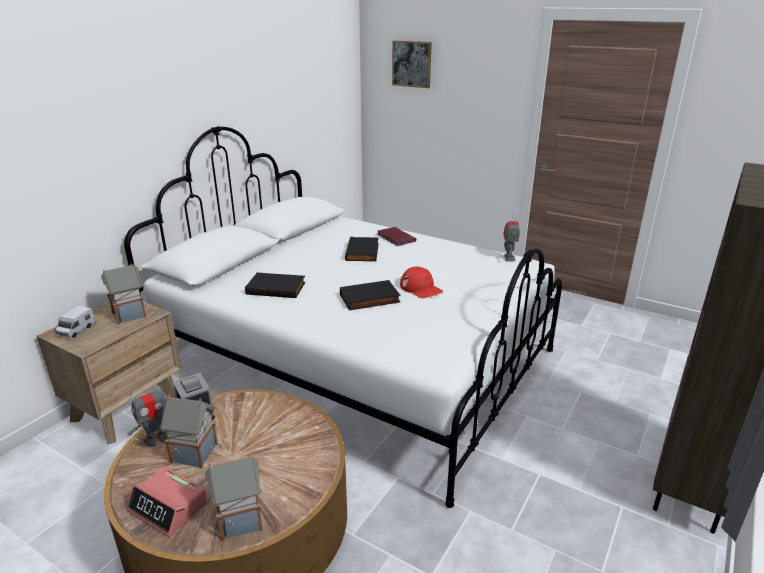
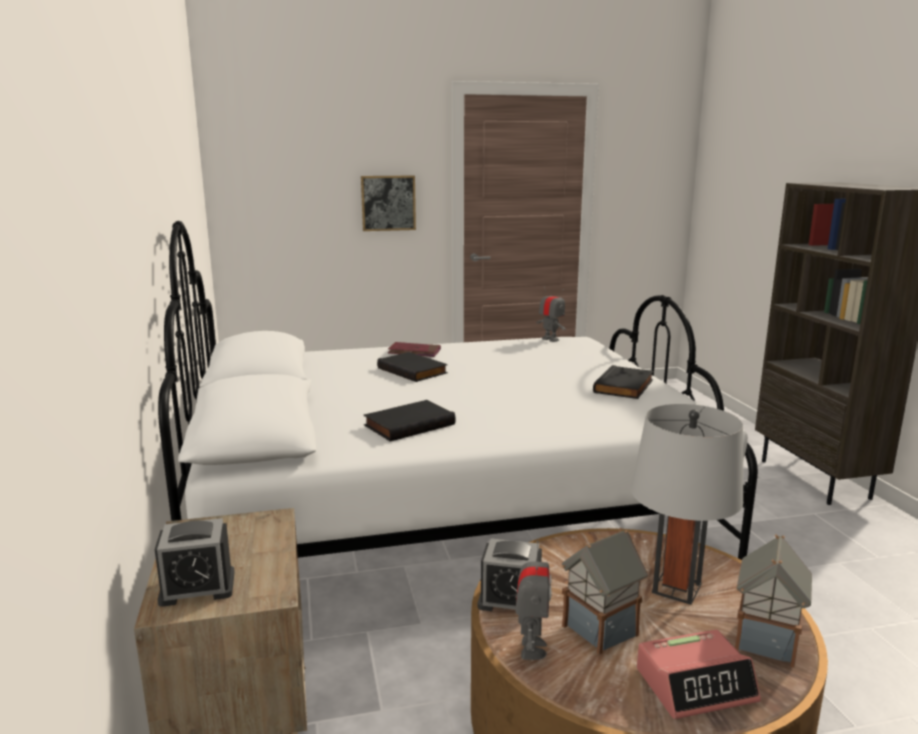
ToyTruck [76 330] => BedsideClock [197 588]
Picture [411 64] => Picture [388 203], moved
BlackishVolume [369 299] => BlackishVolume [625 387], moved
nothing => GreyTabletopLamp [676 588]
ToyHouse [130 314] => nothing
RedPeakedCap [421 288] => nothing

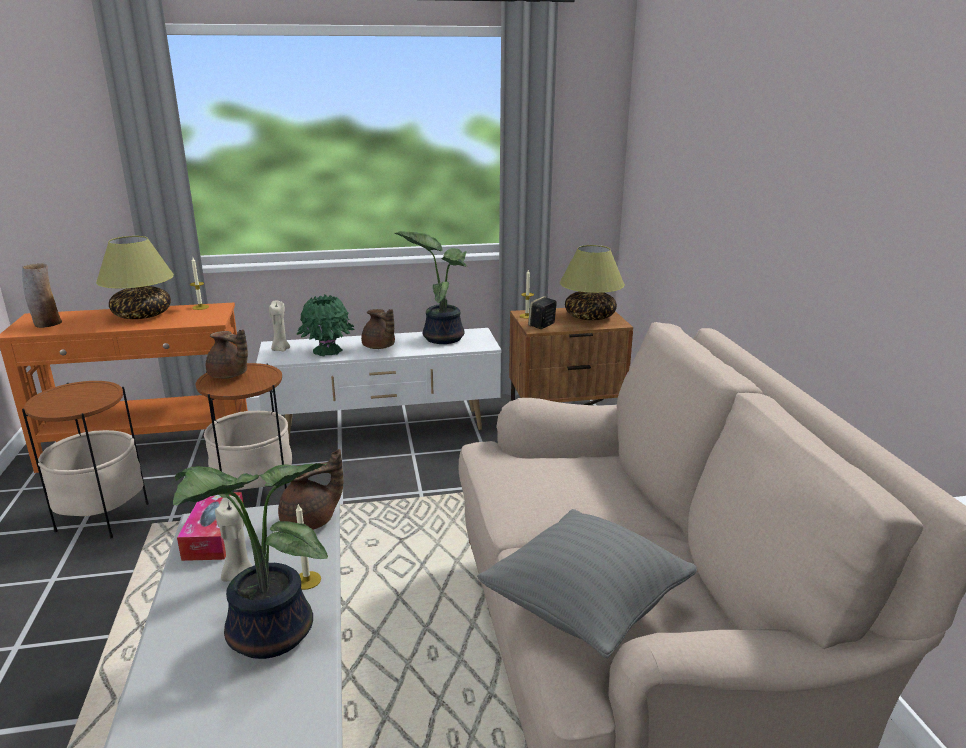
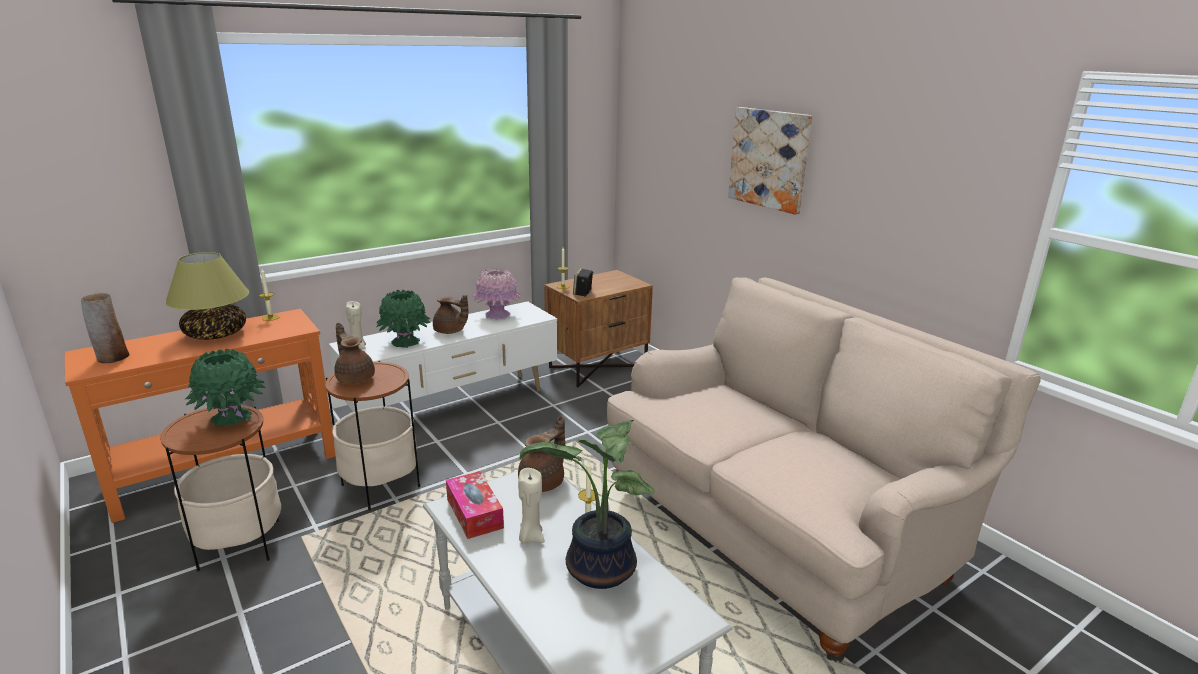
nothing => GreenColouredDecorativeVase [232 418]
BrownTeaPot [229 375] => BrownTeaPot [355 377], 135 degrees counterclockwise
Houseplant [442 337] => PinkColouredDecorativeVase [497 315]
nothing => Picture [769 159]
GreyPillow [585 609] => nothing
TabletopLamp [590 316] => nothing

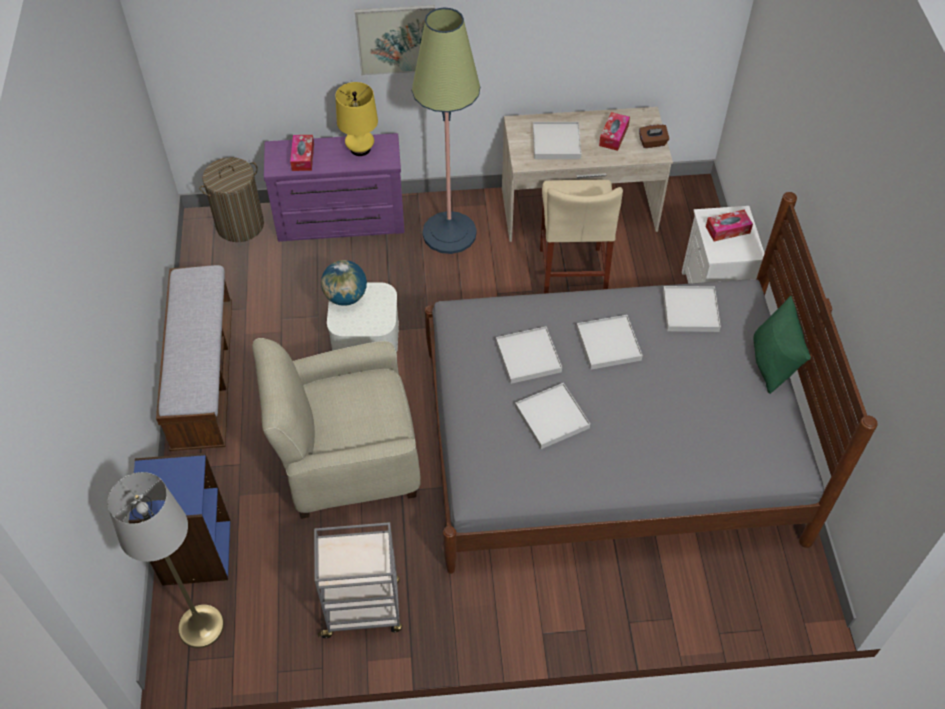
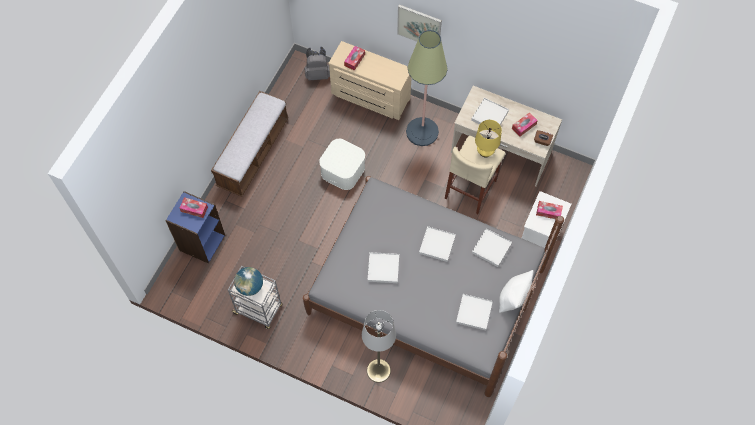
nothing => TissueHolder [194 209]
Globe [346 297] => Globe [250 286], moved
WashingBasket [240 225] => GreyKnapsack [317 74]
PurpleColouredChestOfDrawers [341 222] => BeigeChestOfDrawers [370 97]
GreyStandingLamp [201 626] => GreyStandingLamp [378 370], moved
WhiteServingTray [528 357] => WhiteServingTray [474 312], moved
YellowTabletopLamp [360 149] => YellowTabletopLamp [485 152], moved
GreenColouredPillow [772 364] => WhitePillow [513 298]
BeigeArmchair [347 457] => nothing

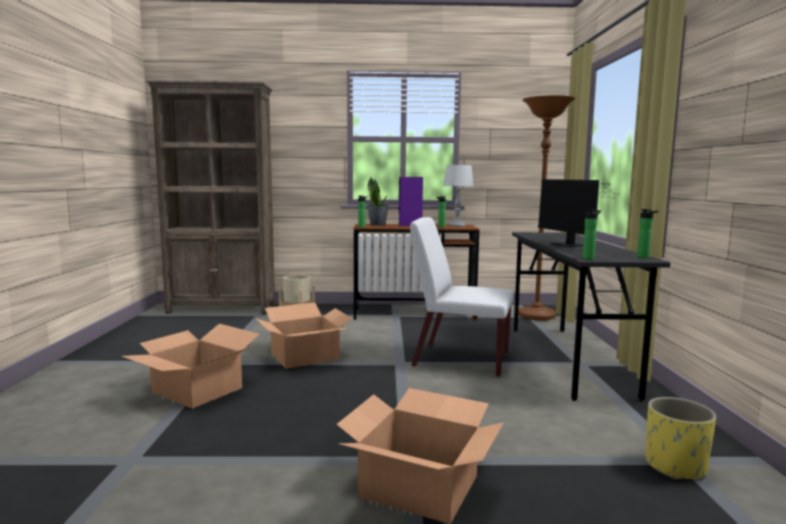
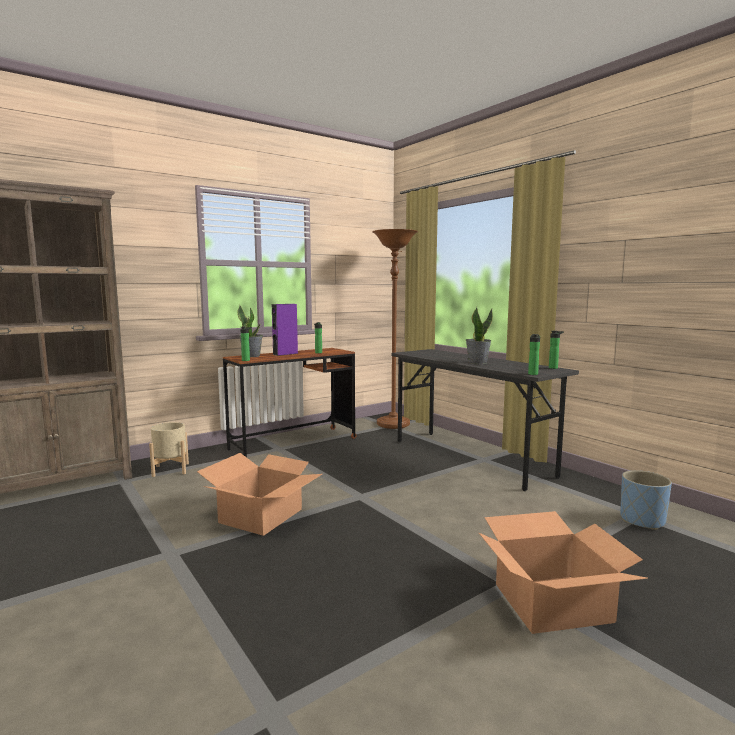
Monitor [569 245] => Houseplant [477 362]
YellowPlanter [675 466] => BluishPlanter [642 520]
PackingBox [196 390] => nothing
WhiteChair [459 359] => nothing
GreyTabletopLamp [457 226] => nothing

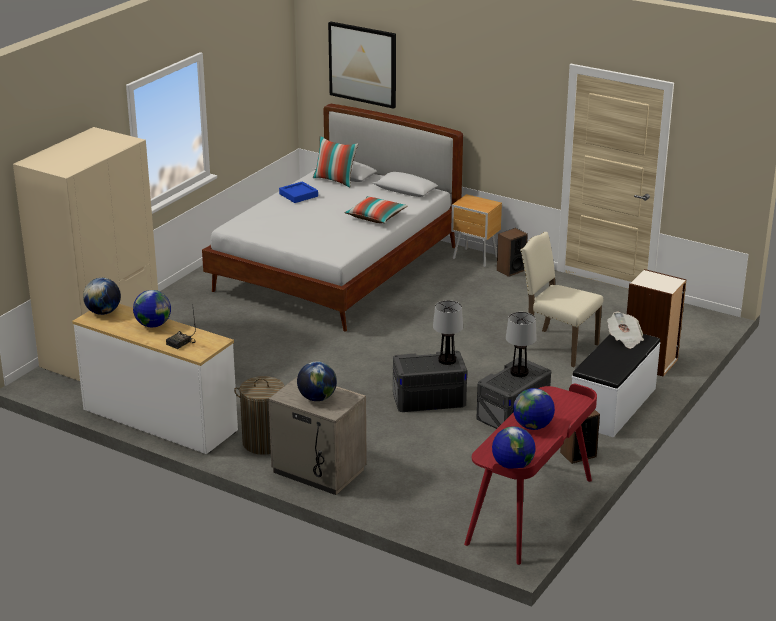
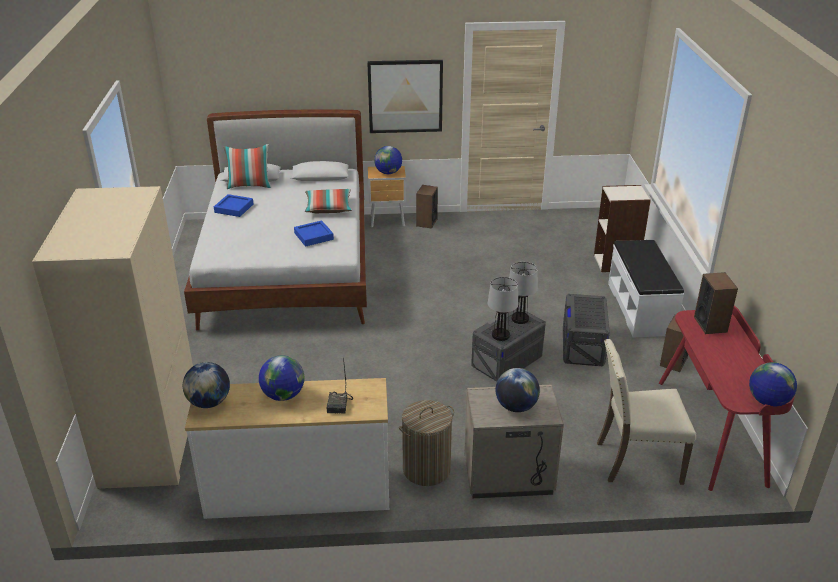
nothing => BluishServingTray [314 236]
Picture [363 64] => Picture [405 96], moved
Globe [532 426] => Globe [388 173], moved
TabletopLamp [519 372] => TabletopLamp [500 335], moved
BeigeChair [557 346] => BeigeChair [636 461], moved
nothing => AudioSpeaker [710 324]
PrintedPaper [624 339] => nothing

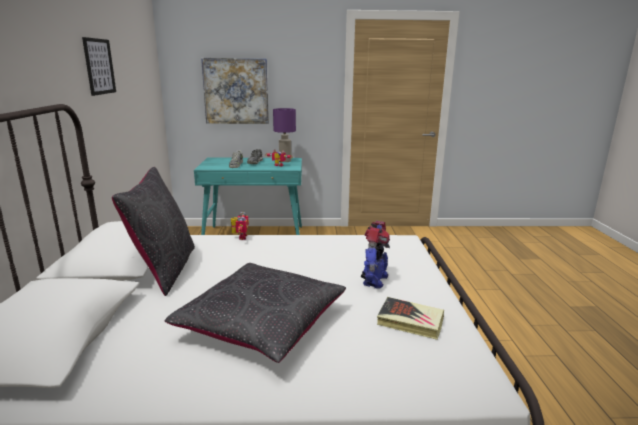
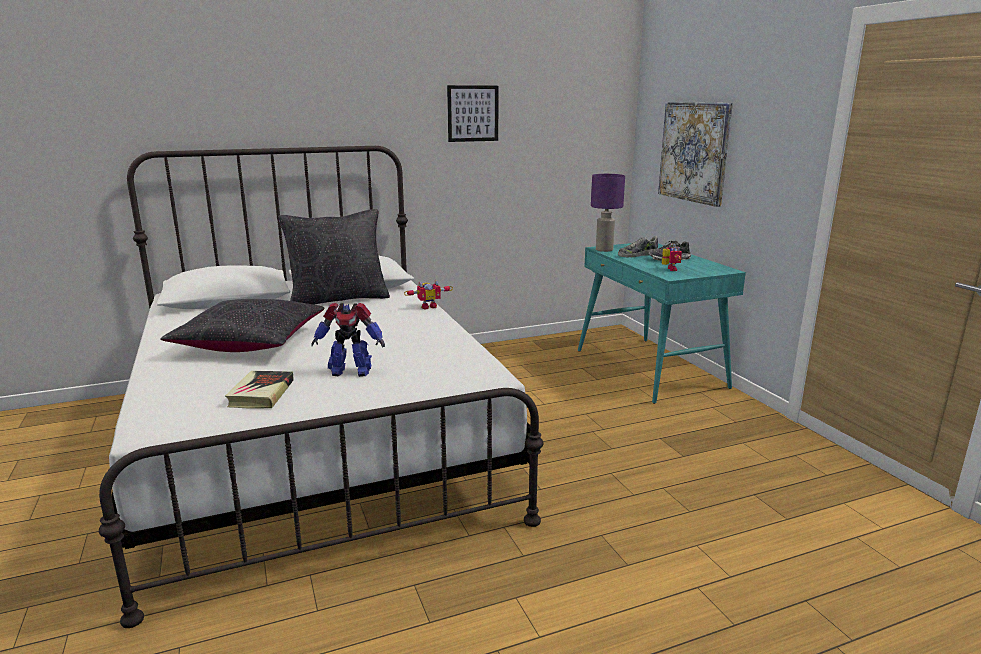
PurpleColouredTabletopLamp [284 161] => PurpleColouredTabletopLamp [604 250], moved

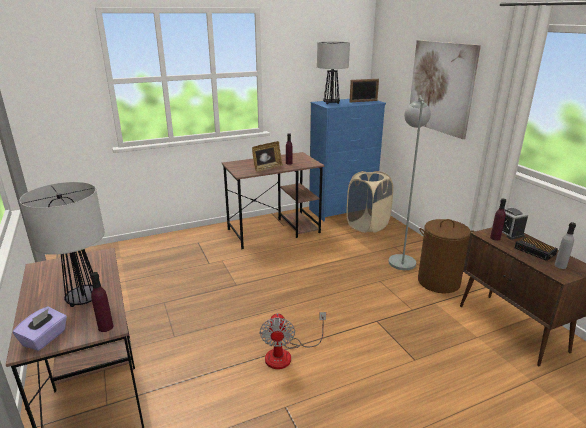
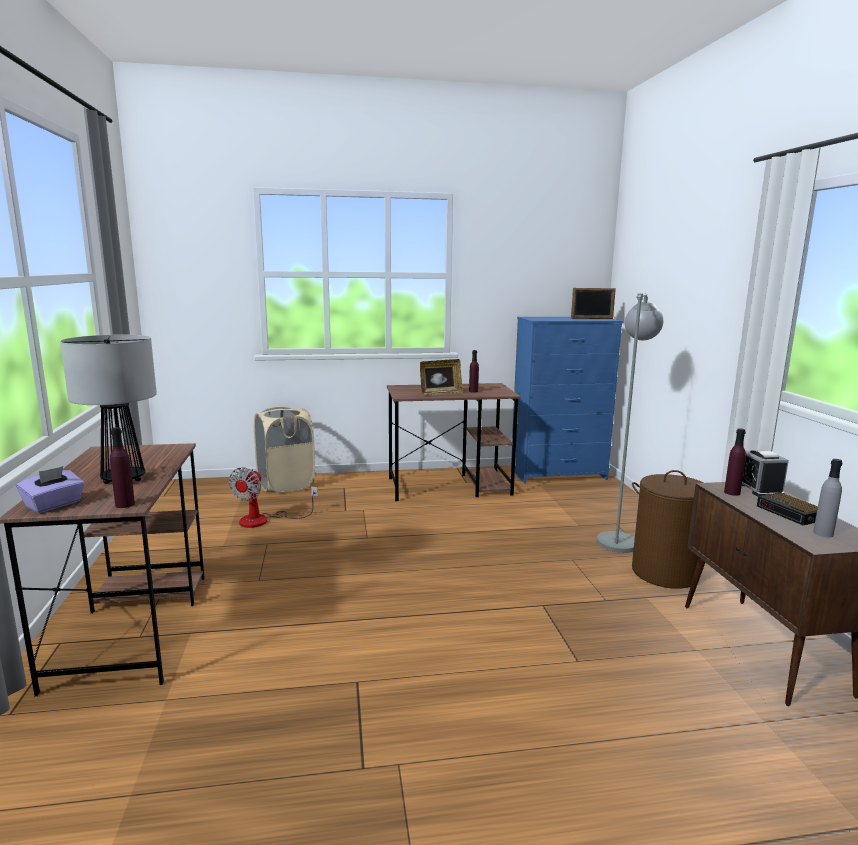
ElectricFan [286 354] => ElectricFan [264 520], moved
BeigeWashingBasket [367 225] => BeigeWashingBasket [286 485], moved
TabletopLamp [331 103] => nothing
Picture [441 87] => nothing

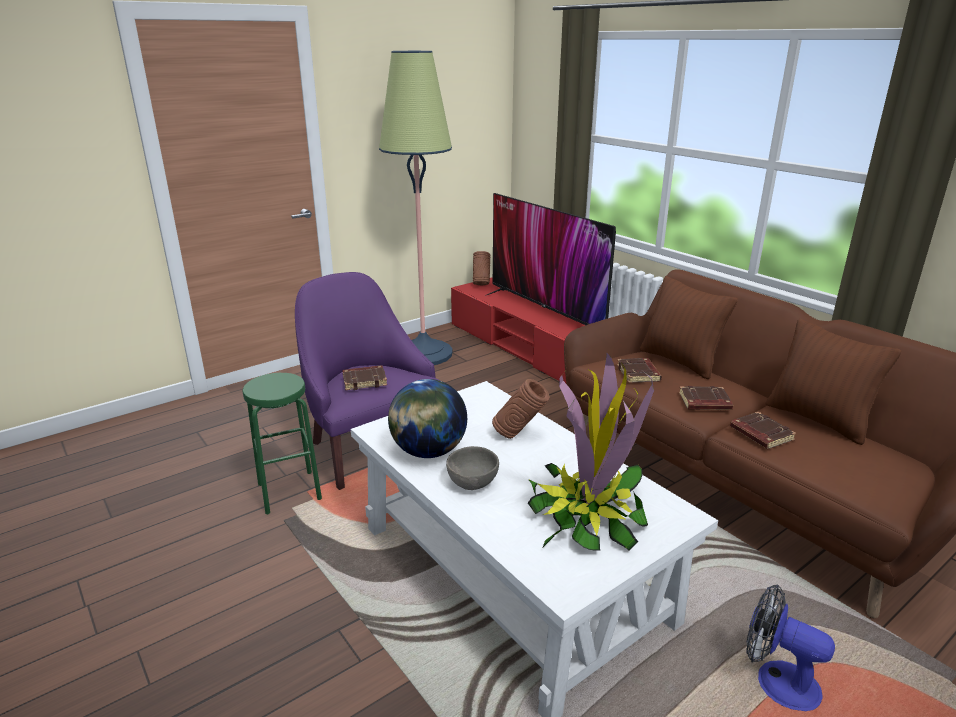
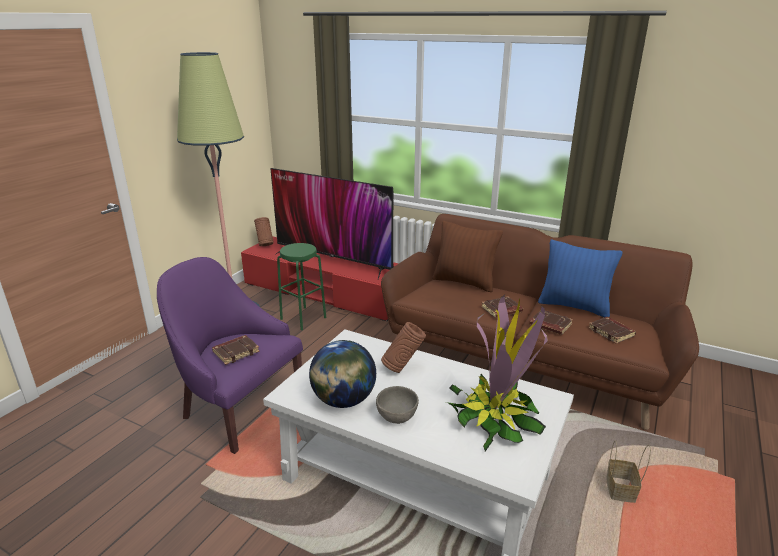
GreenColouredSittingStool [289 492] => GreenColouredSittingStool [303 318], moved
BrownPillow [818 420] => BluishPillow [574 306]
BrownVolume [639 374] => BrownVolume [612 332], moved
ElectricFan [776 680] => Basket [621 491]

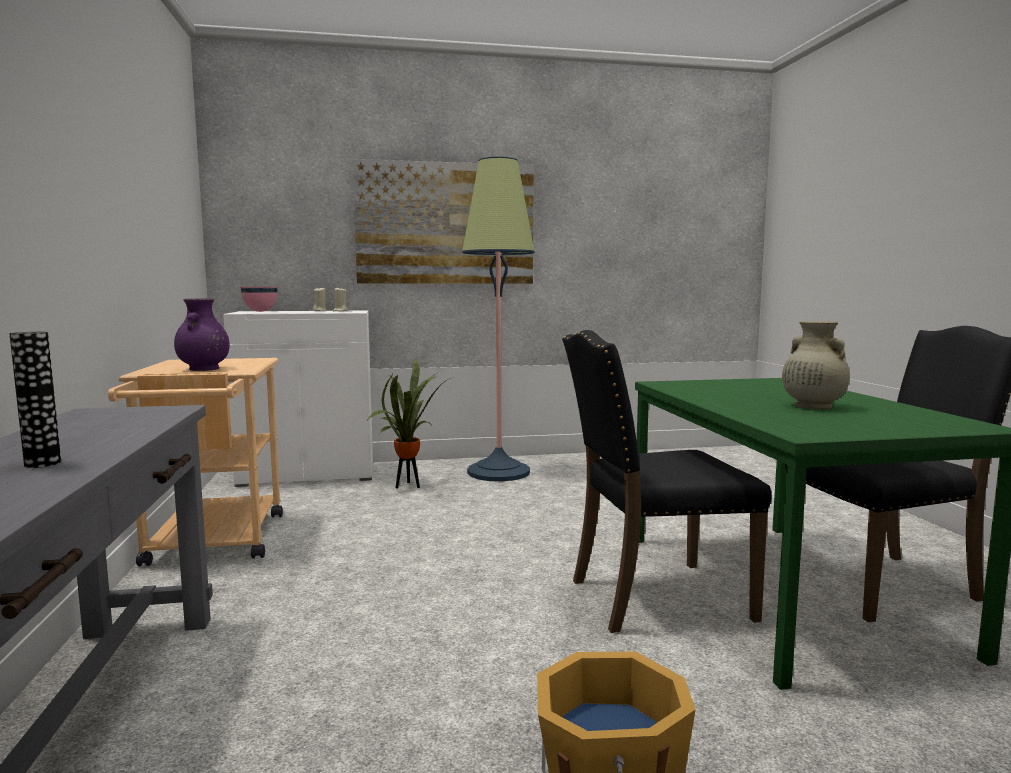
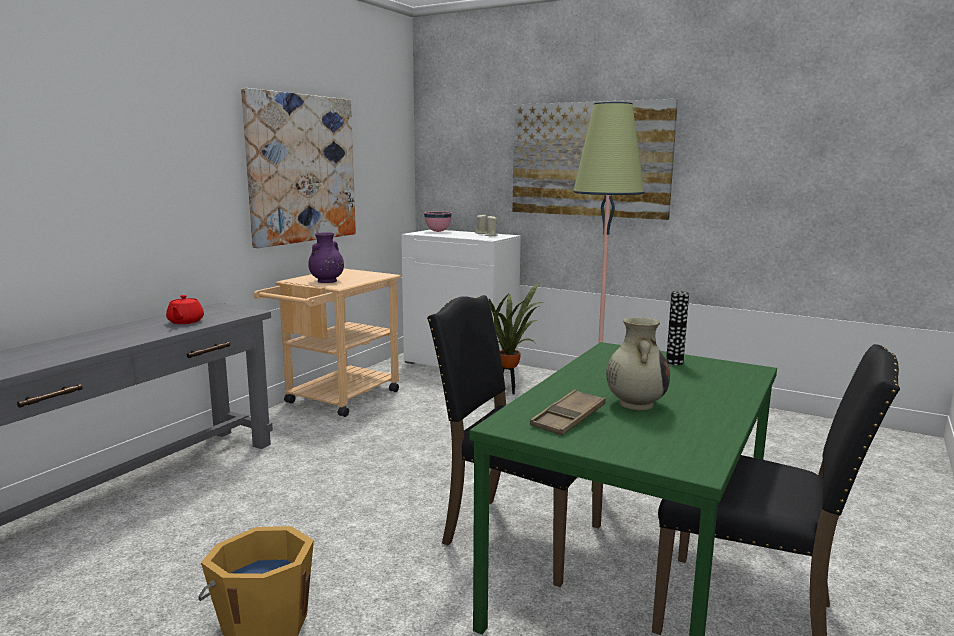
nothing => RedTeaPot [185 322]
nothing => Picture [302 169]
nothing => BrownServingTray [568 418]
DecorativeVase [42 463] => DecorativeVase [674 362], moved

